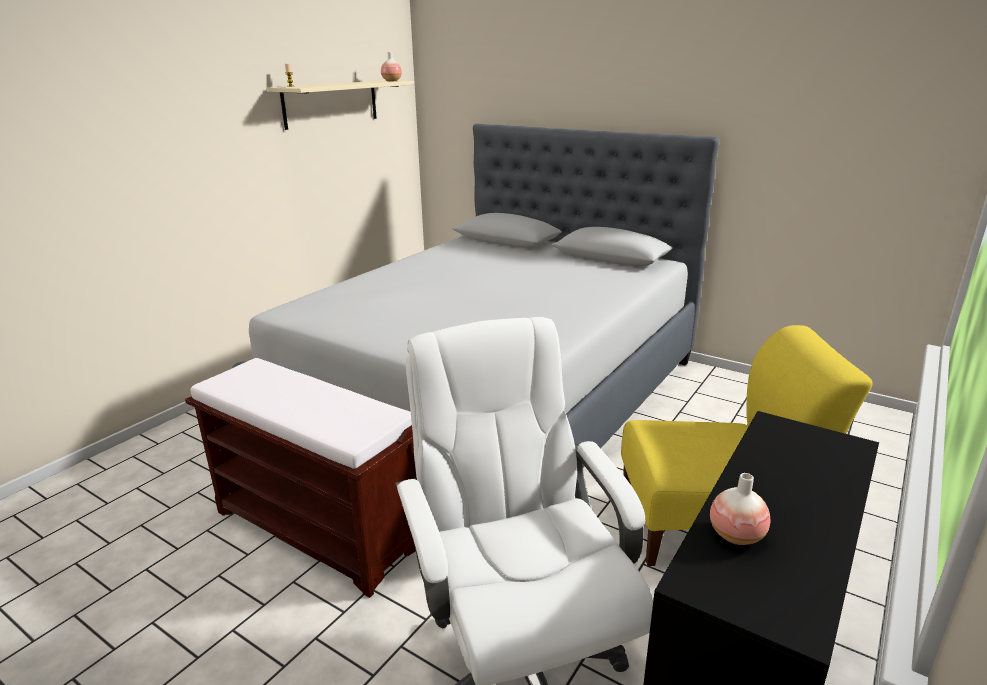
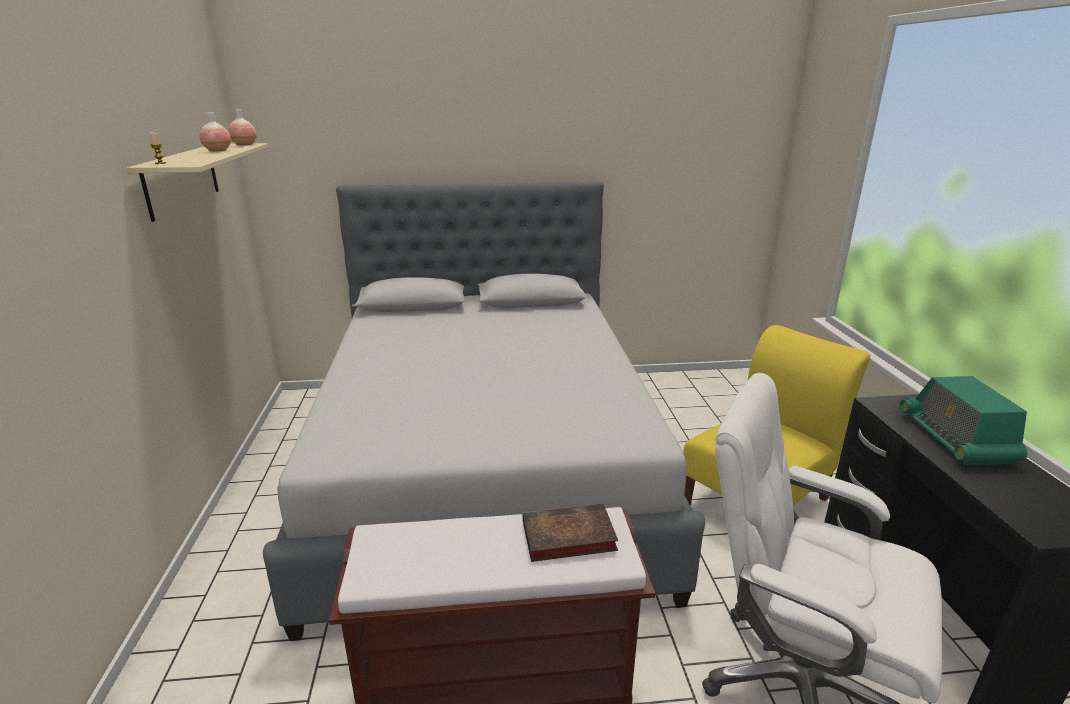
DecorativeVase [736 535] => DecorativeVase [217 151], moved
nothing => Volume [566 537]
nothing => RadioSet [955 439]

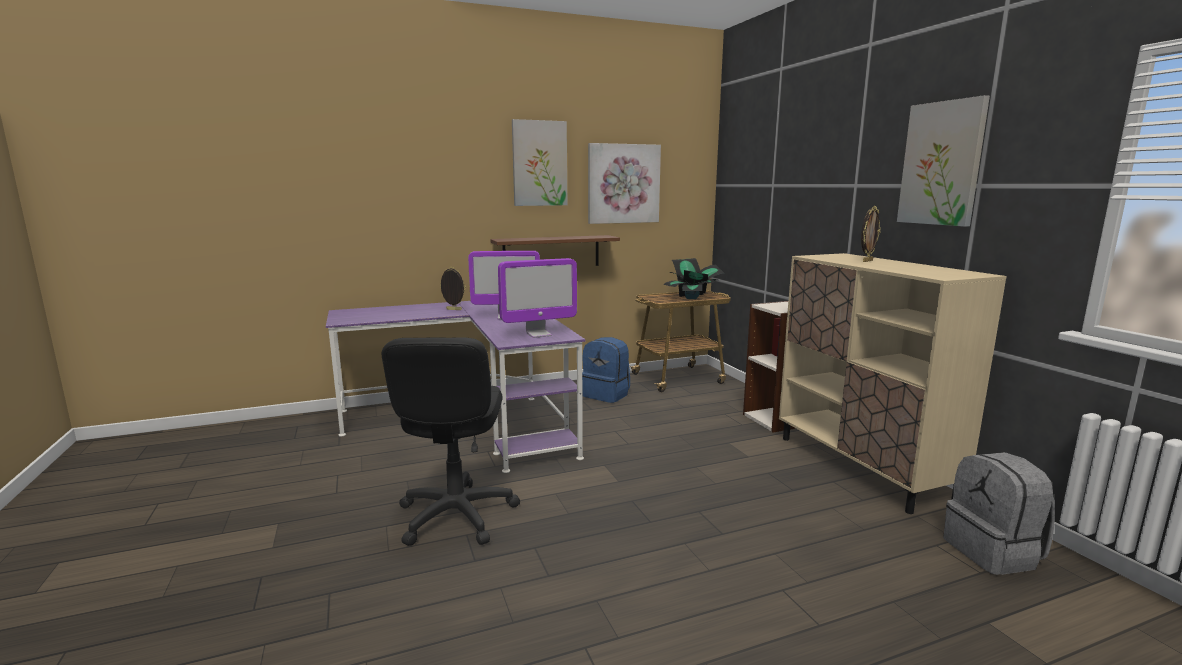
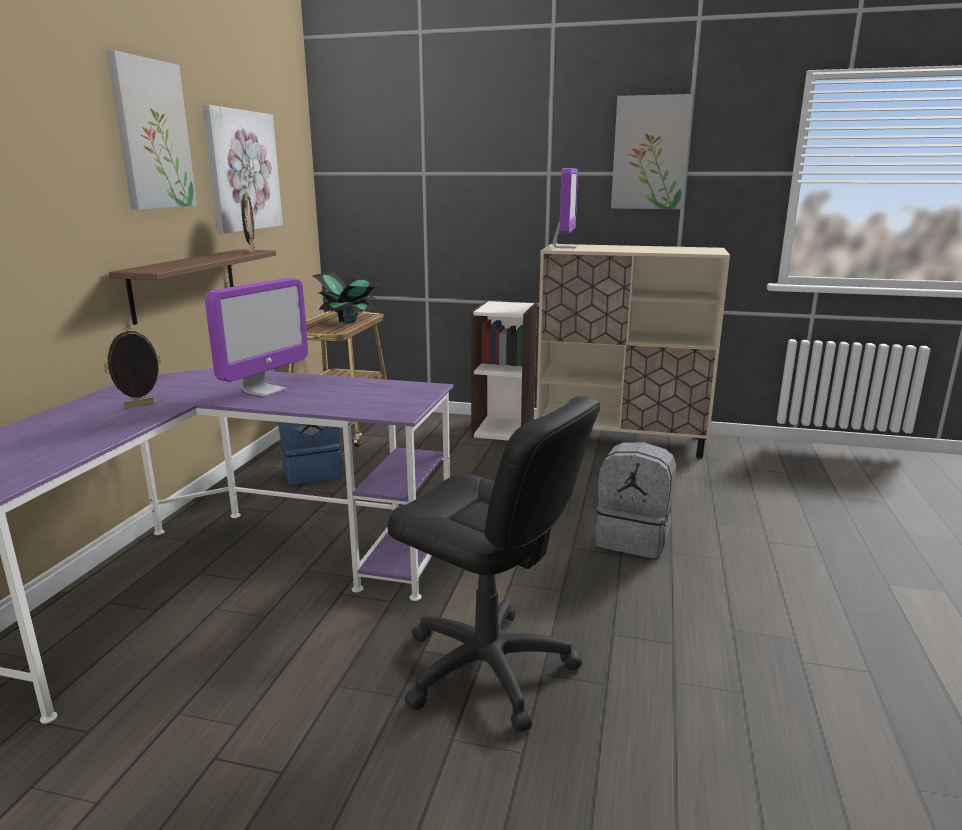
PictureFrame [867 261] => PictureFrame [251 251], moved
Monitor [538 334] => Monitor [564 247], moved
GreyKnapsack [993 553] => GreyKnapsack [634 539], moved

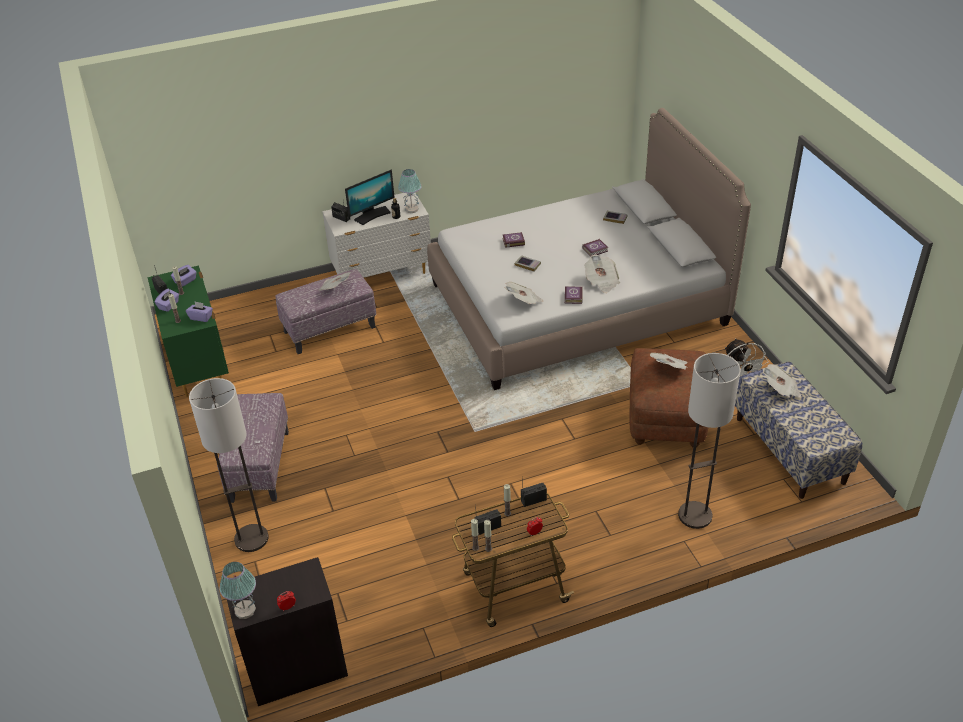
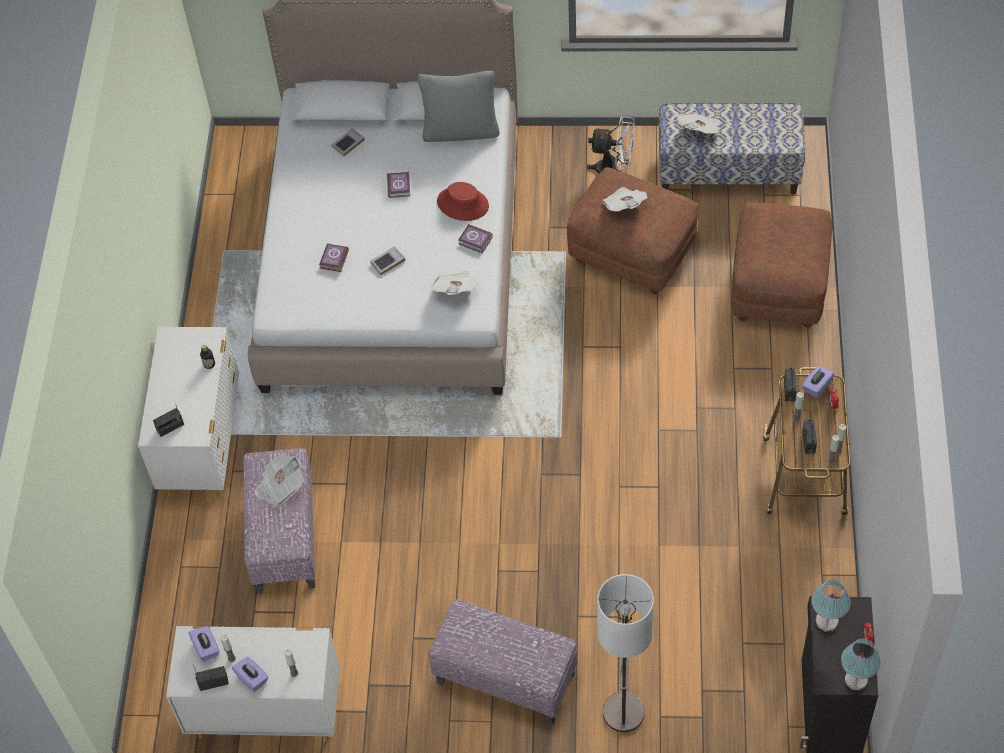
GreenColouredChestOfDrawers [198 363] => WhiteChestOfDrawers [265 712]
nothing => GreyPillow [461 130]
PrintedPaper [601 282] => RedWearableHat [463 204]
StandingLamp [695 516] => BrownFootrest [778 287]
PurpleColouredTissueHolder [201 317] => PurpleColouredTissueHolder [816 387], moved
TabletopLamp [411 209] => TabletopLamp [827 622], moved
Monitor [372 215] => nothing

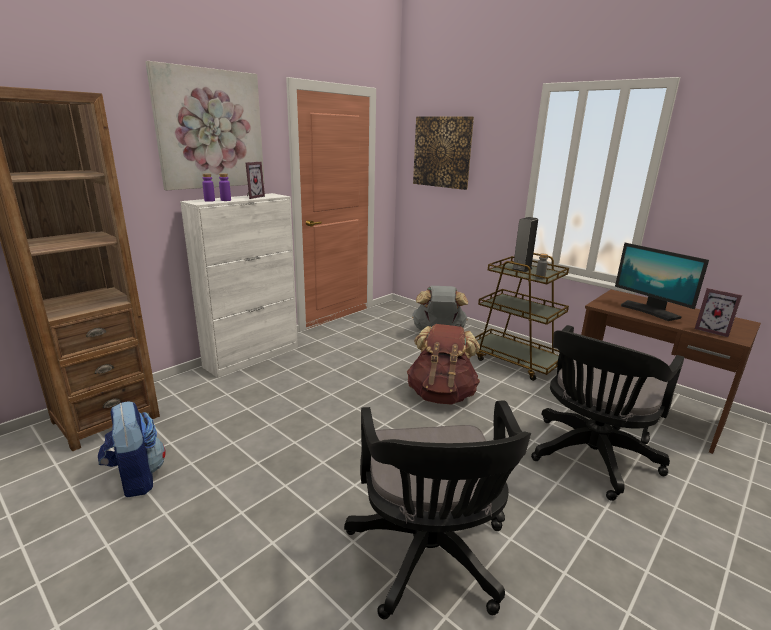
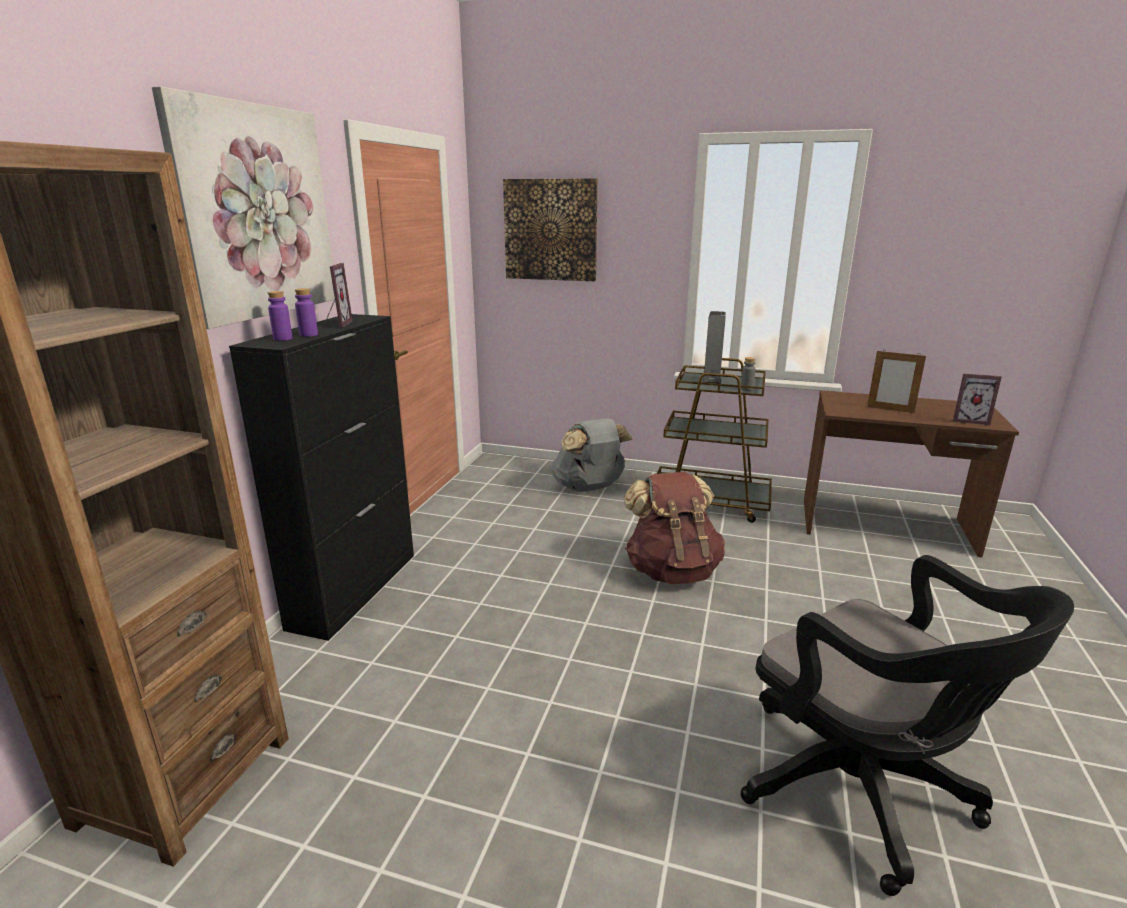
WhiteCupboard [253 357] => BlackishCupboard [355 589]
Monitor [649 311] => PictureFrame [890 409]
Knapsack [136 478] => nothing
BlackishOfficeChair [589 458] => nothing

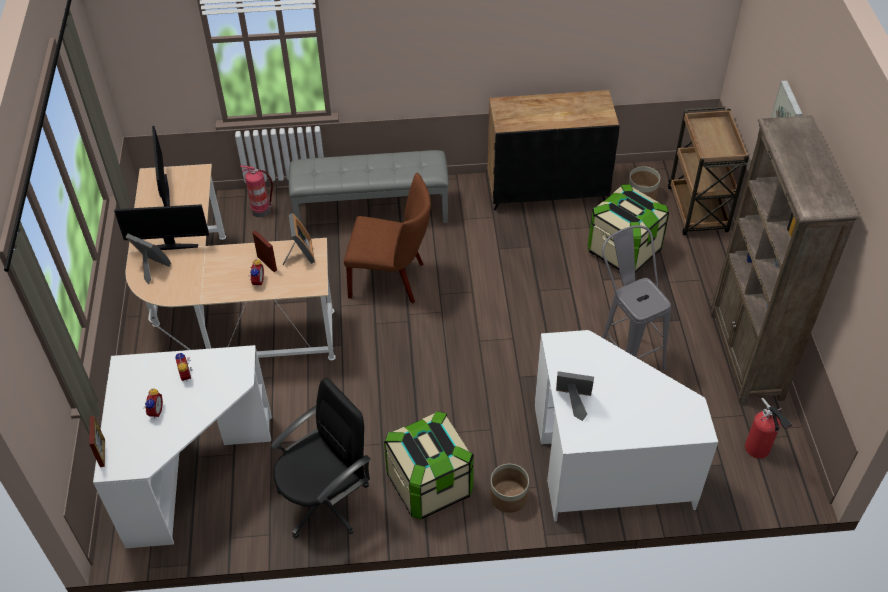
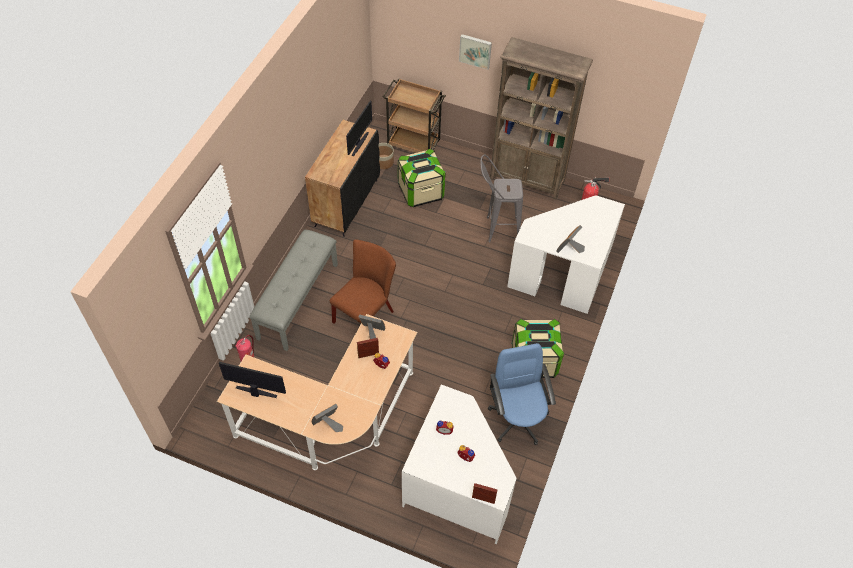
Monitor [170 246] => Monitor [359 143], moved
BlackishOfficeChair [325 501] => BluishOfficeChair [518 418]
Planter [508 497] => nothing

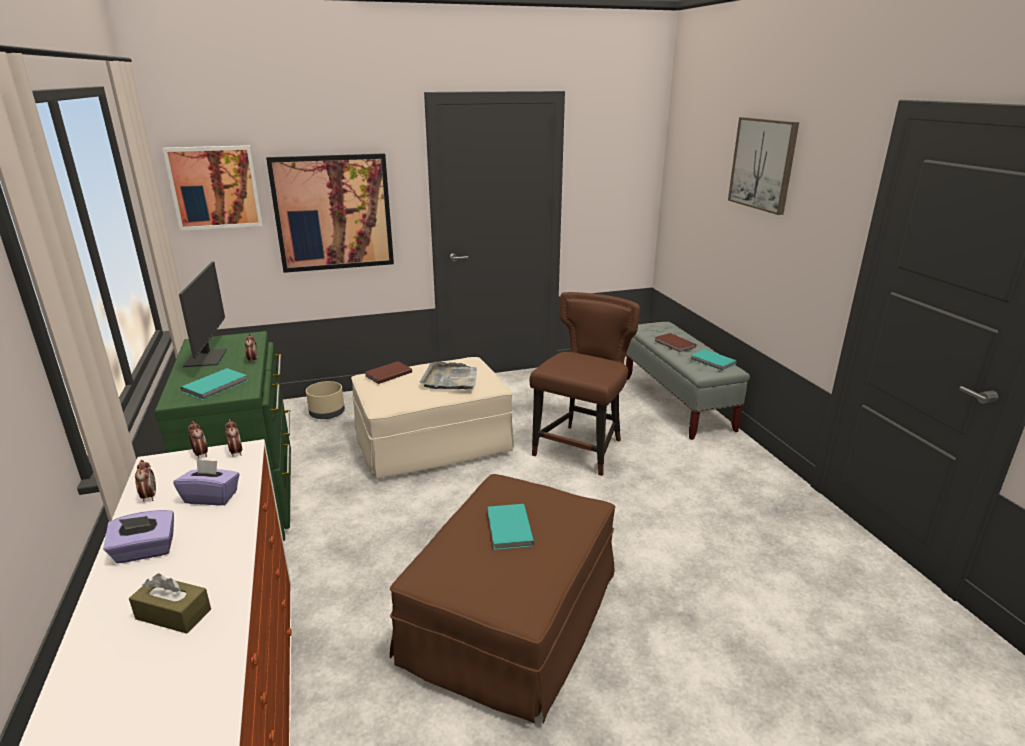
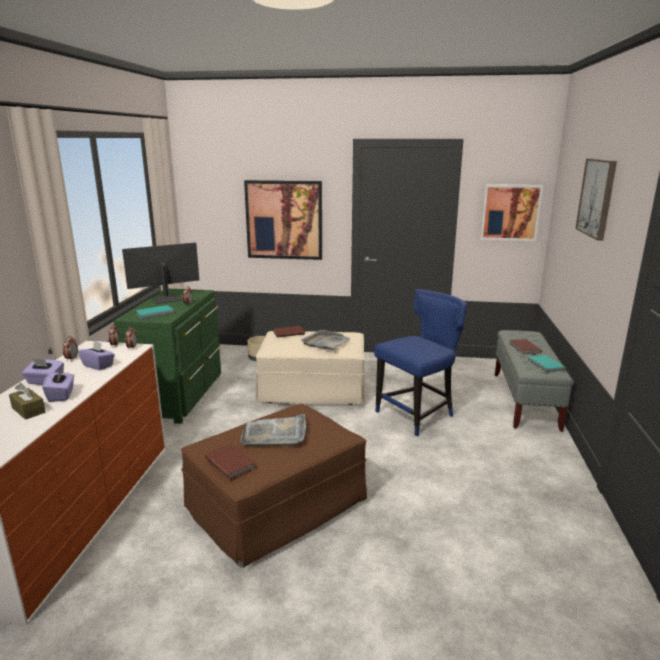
nothing => PurpleColouredTissueHolder [61 395]
Monitor [207 358] => Monitor [166 299], 135 degrees counterclockwise
nothing => BrownVolume [230 462]
BlueGreenVolume [508 529] => GreyServingTray [275 434]
BrownChair [581 448] => BluishChair [417 415]
Picture [215 187] => Picture [510 212], moved

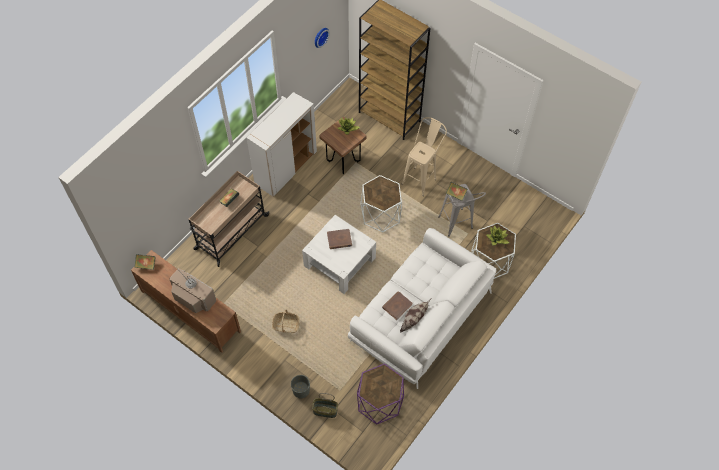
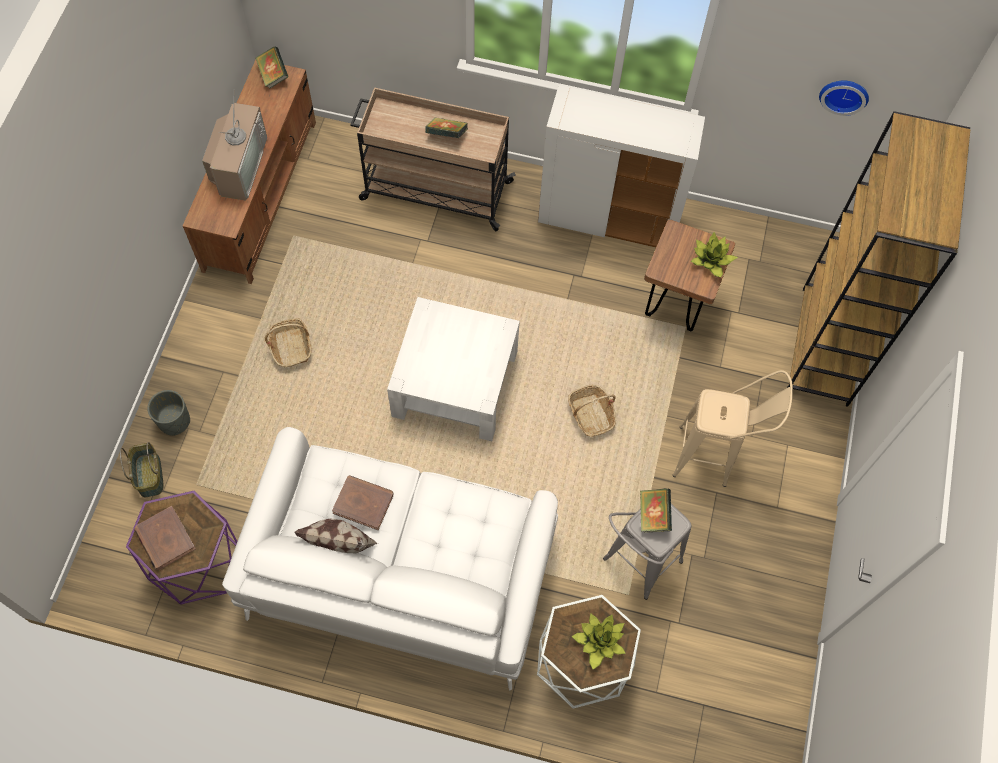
BrownVolume [339 240] => BrownVolume [165 539], moved
WhiteEndTable [380 214] => Basket [591 415]

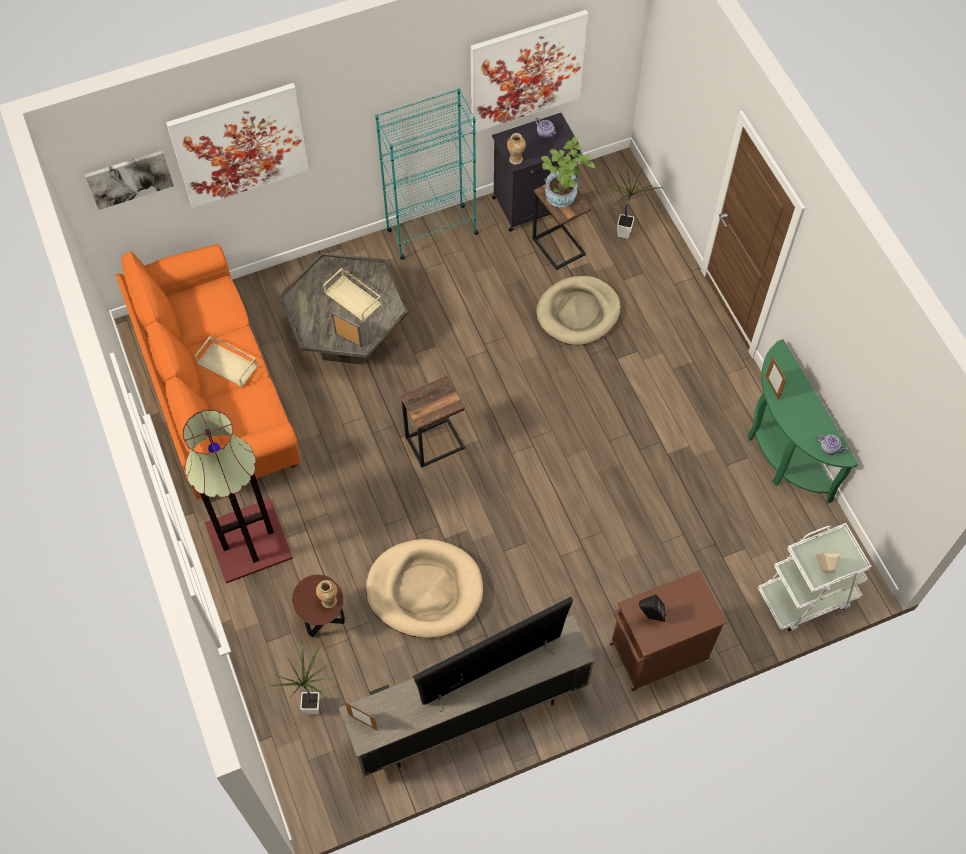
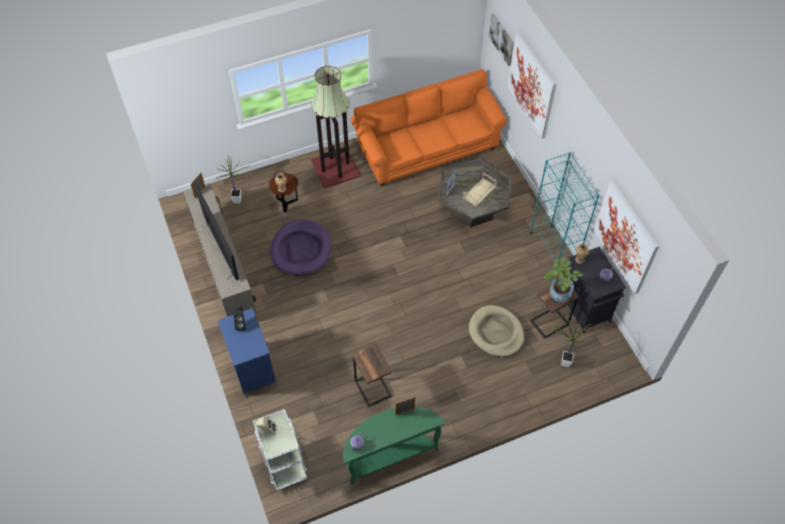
BrownCupboard [656 653] => BluishCupboard [252 368]
BeigeDogBed [425 590] => PurpleColouredDogBed [301 249]
EndTable [434 442] => EndTable [373 388], moved
BeigeServingTray [228 364] => nothing

